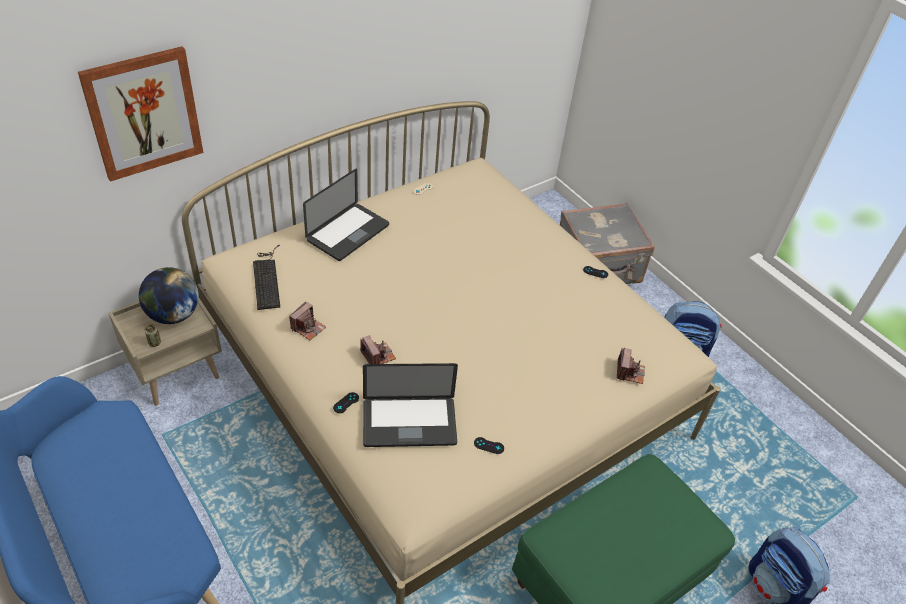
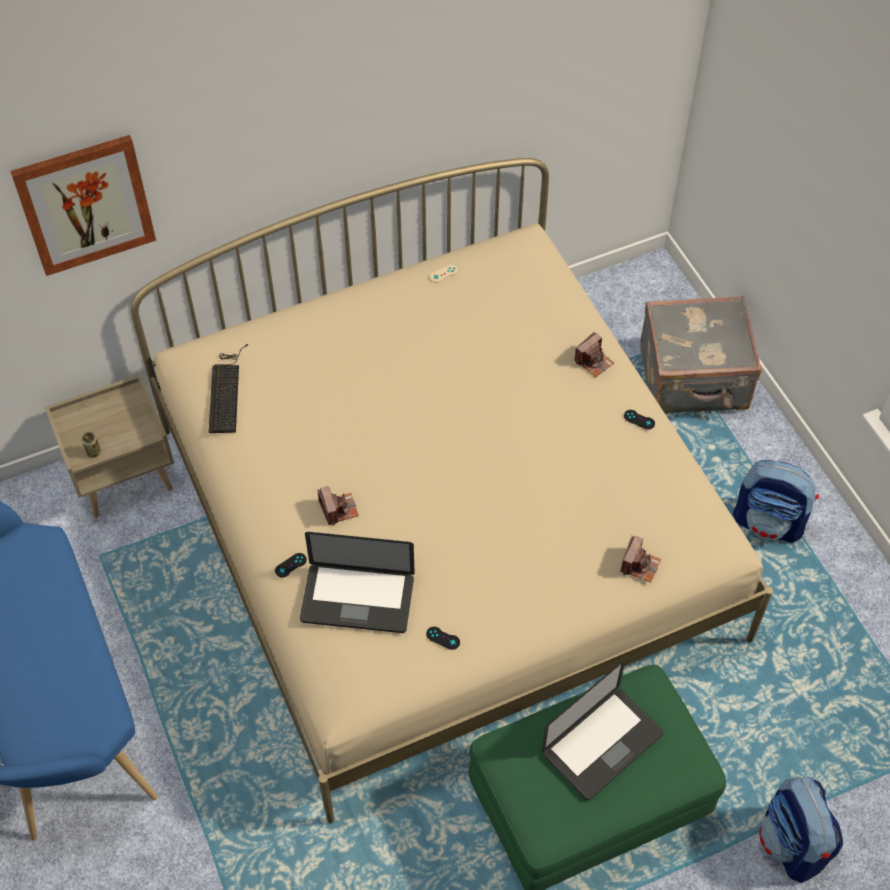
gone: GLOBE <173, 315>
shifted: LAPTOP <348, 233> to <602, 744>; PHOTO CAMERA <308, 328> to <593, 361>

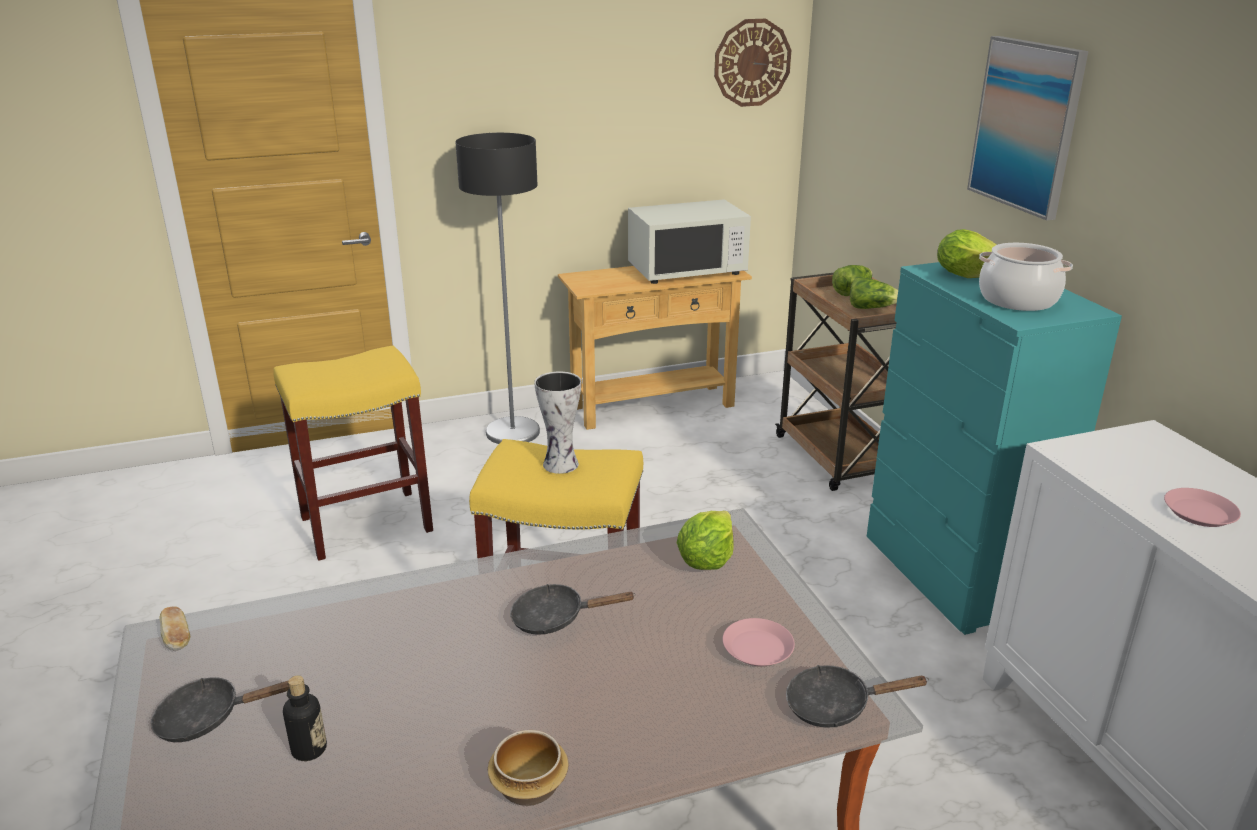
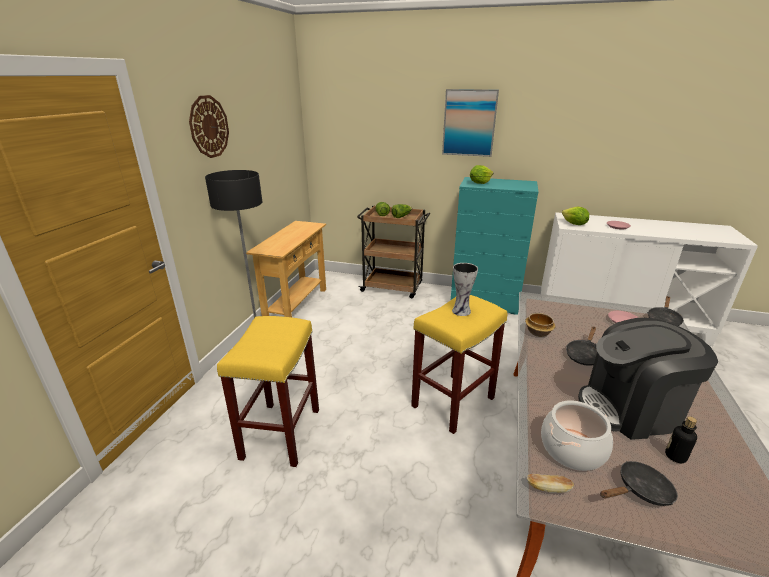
gone: WHITE MICROWAVE <687, 270>
new: COFFEE MACHINE <630, 408>
shifted: WALL CLOCK <752, 63> to <209, 127>; BOWL <531, 787> to <538, 332>; COOKING POT <1018, 300> to <572, 448>; LETTUCE <706, 560> to <574, 224>
rotated: BLACK FRYING PAN <208, 718> = <640, 491> 135 degrees counterclockwise

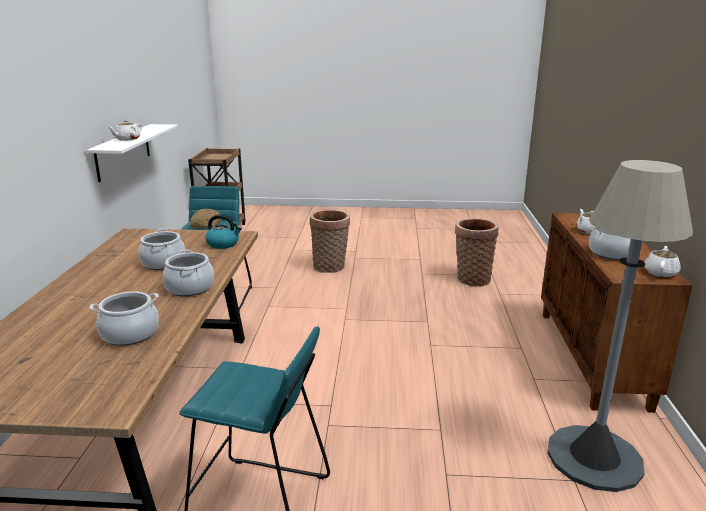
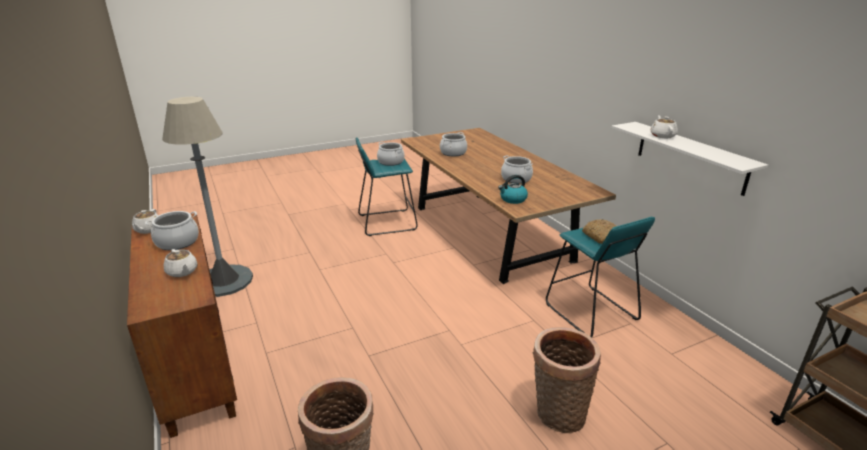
shifted: COOKING POT <190, 288> to <391, 162>

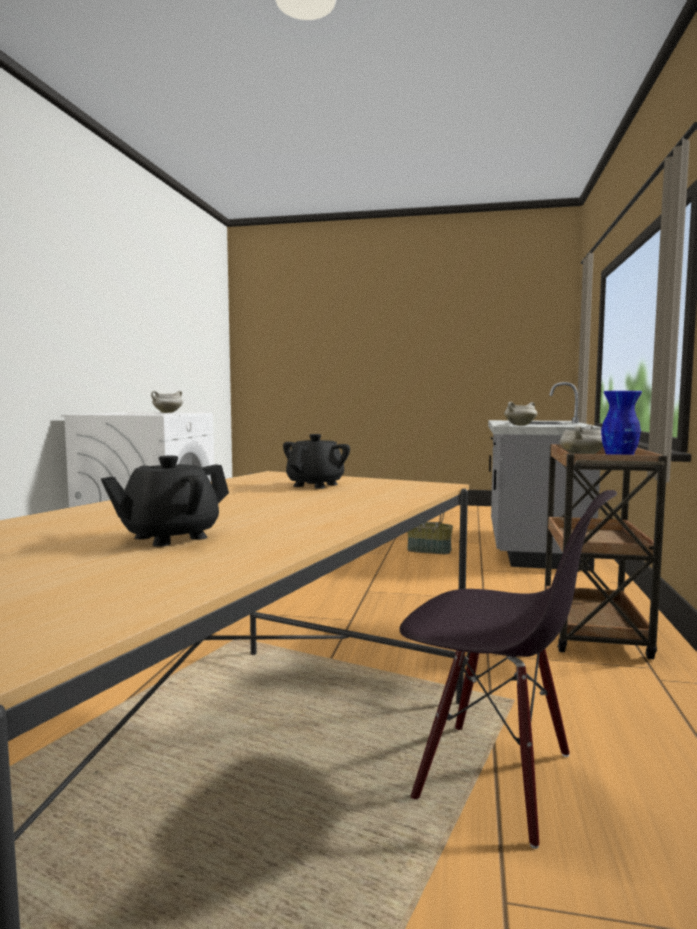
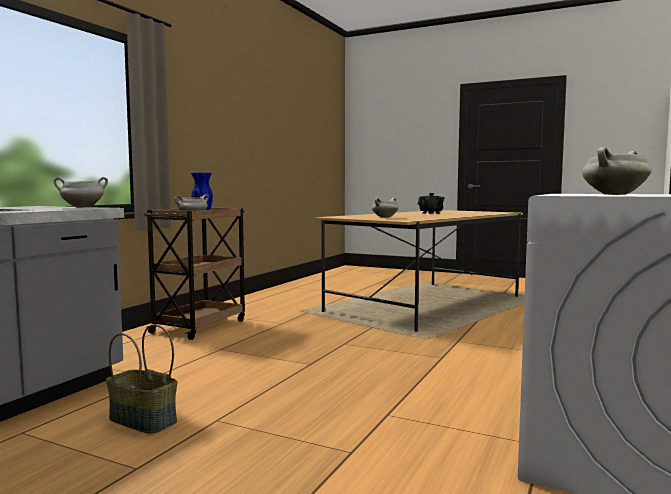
gone: BLACK CHAIR <494, 778>
swapped: BLACK TEAPOT <316, 485> to WHITE COOKING POT <385, 217>

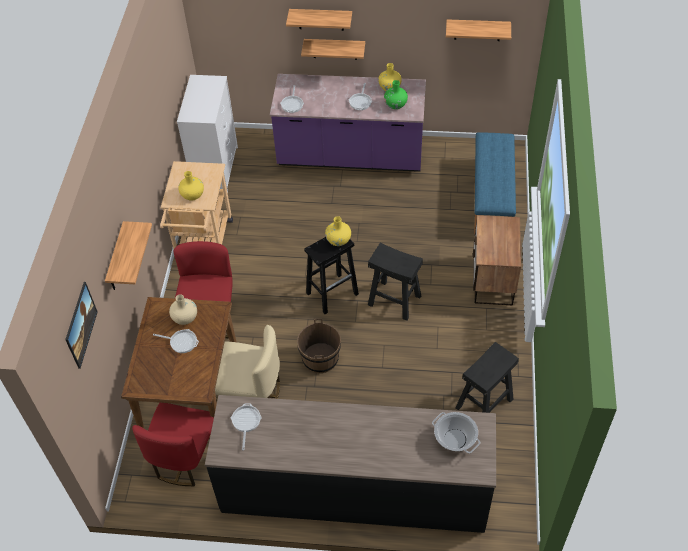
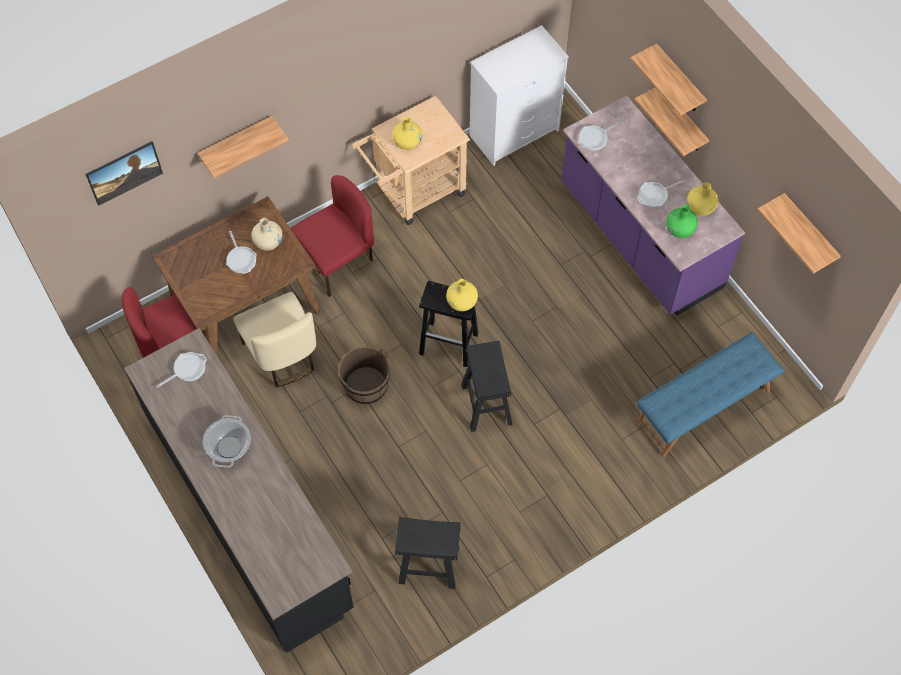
gone: NIGHTSTAND <492, 280>
shifted: COOKING POT <455, 439> to <229, 447>

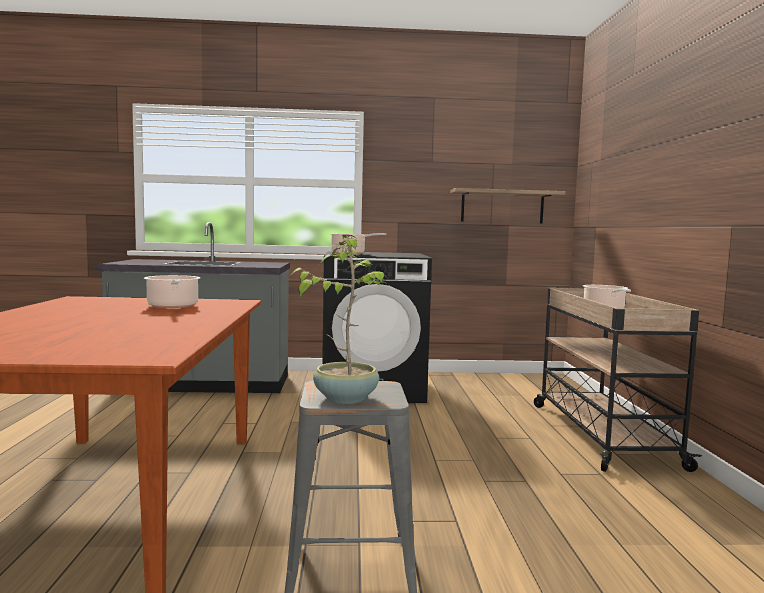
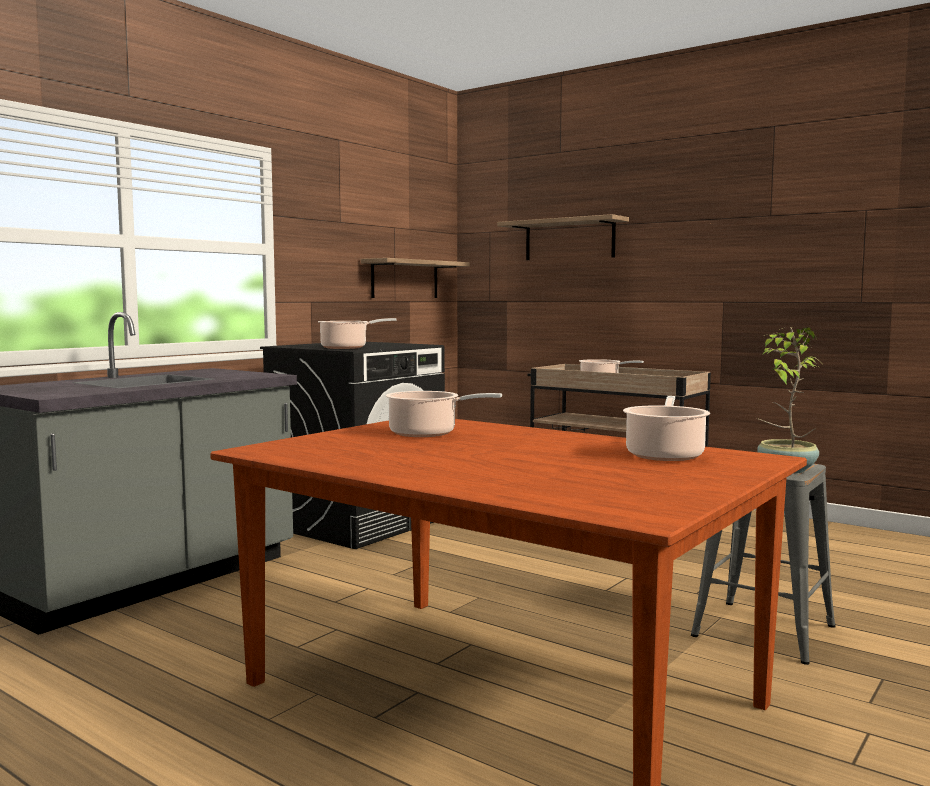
new: SHELF <569, 239>; COOKING POT <665, 454>

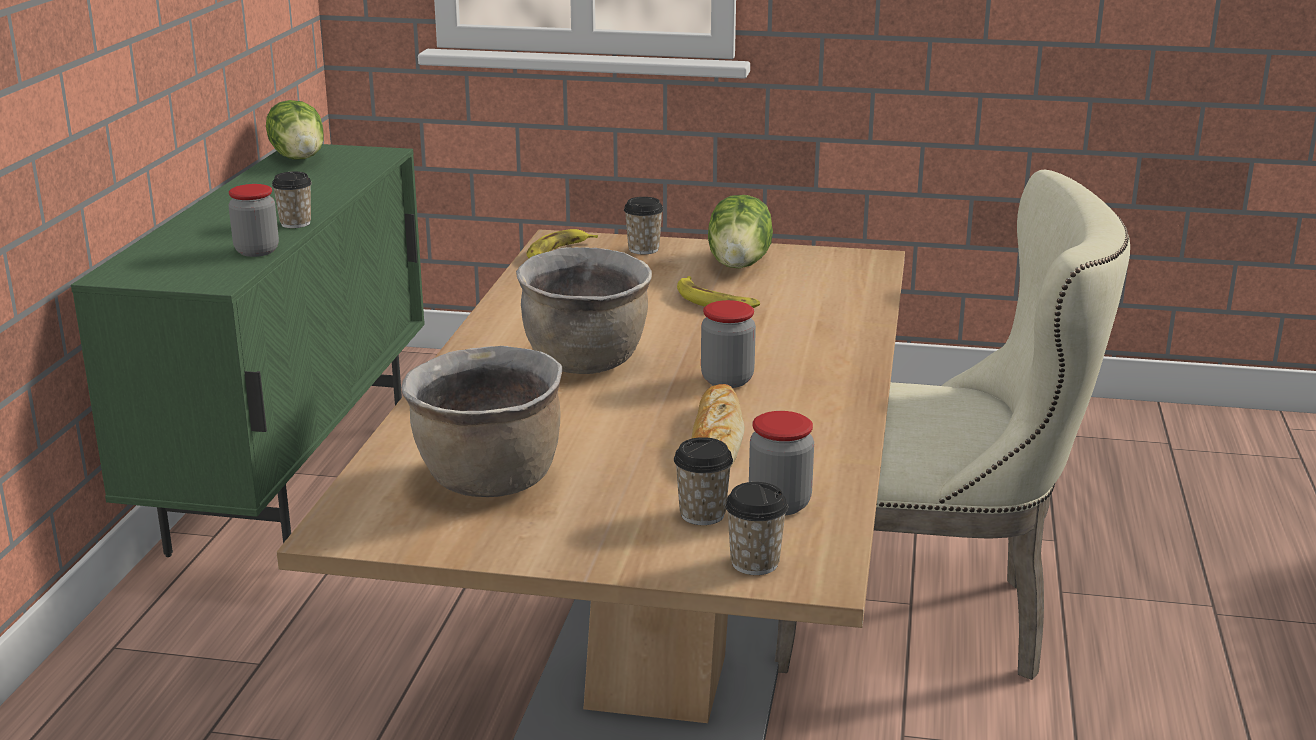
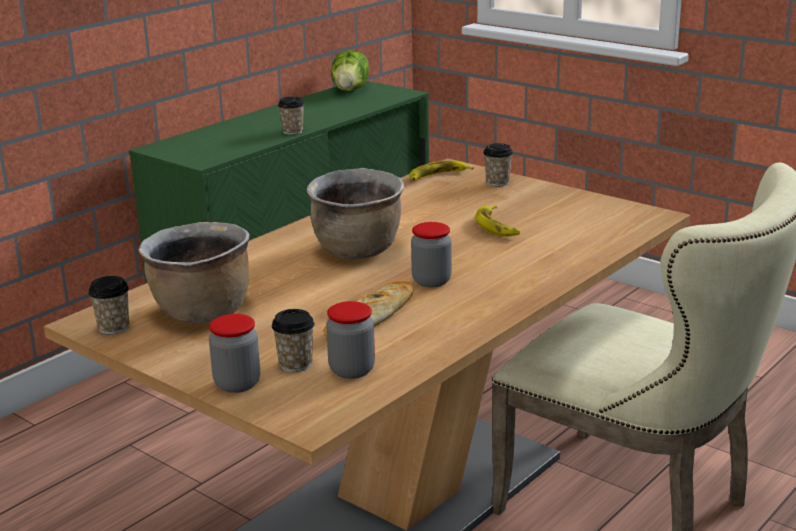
gone: LETTUCE <740, 264>
shifted: CUP <754, 563> to <113, 327>; JAR <257, 251> to <237, 384>

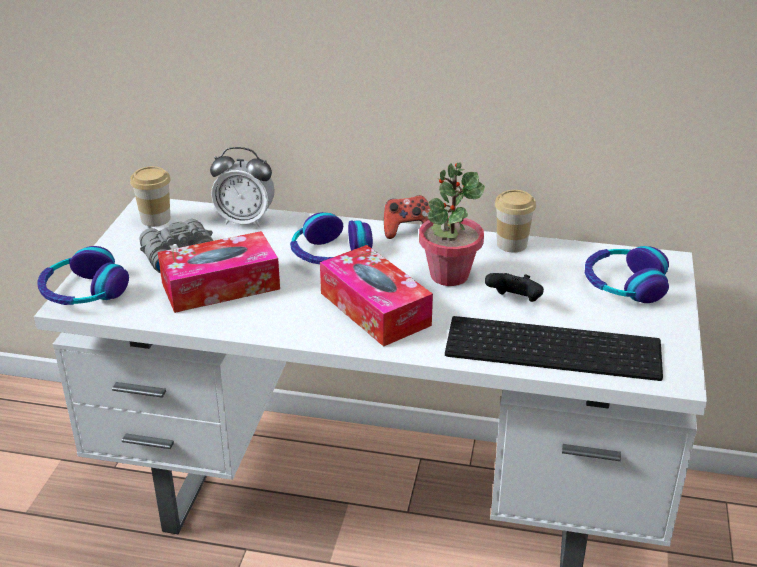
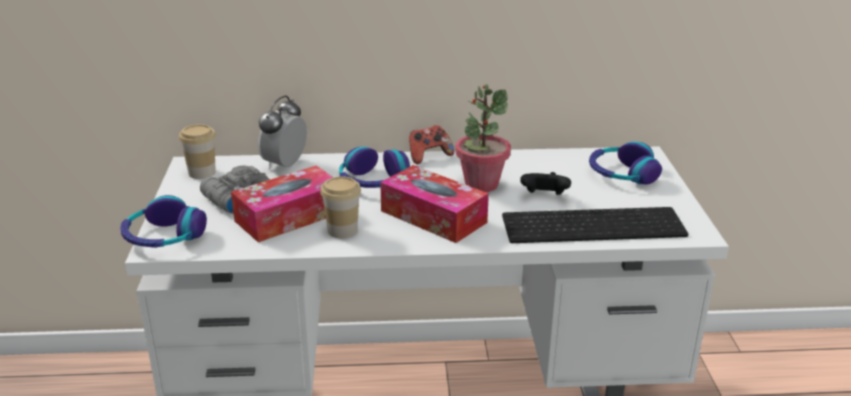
shifted: CUP <511, 244> to <342, 230>
rotated: ALARM CLOCK <245, 221> = <285, 165> 120 degrees clockwise

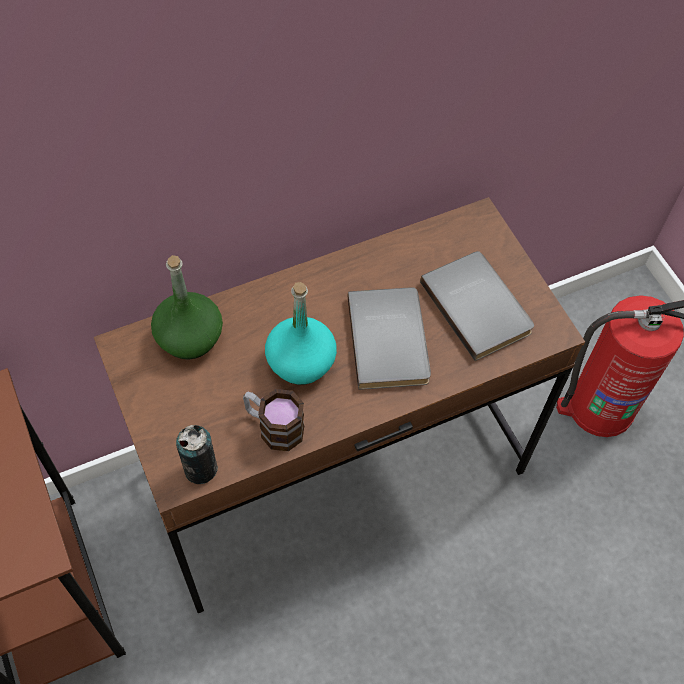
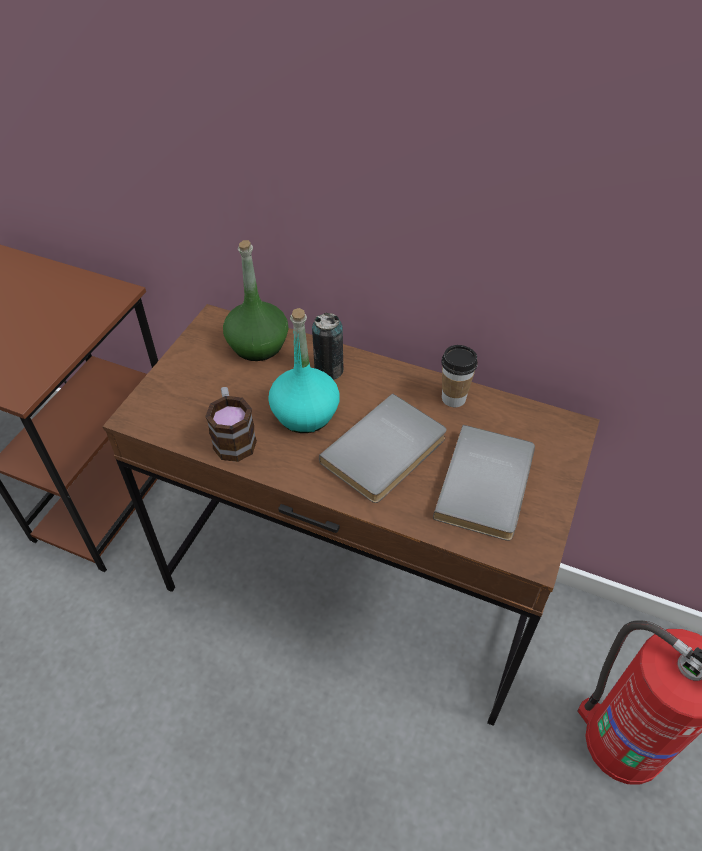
new: CUP <453, 398>
shifted: CAN <200, 469> to <328, 370>

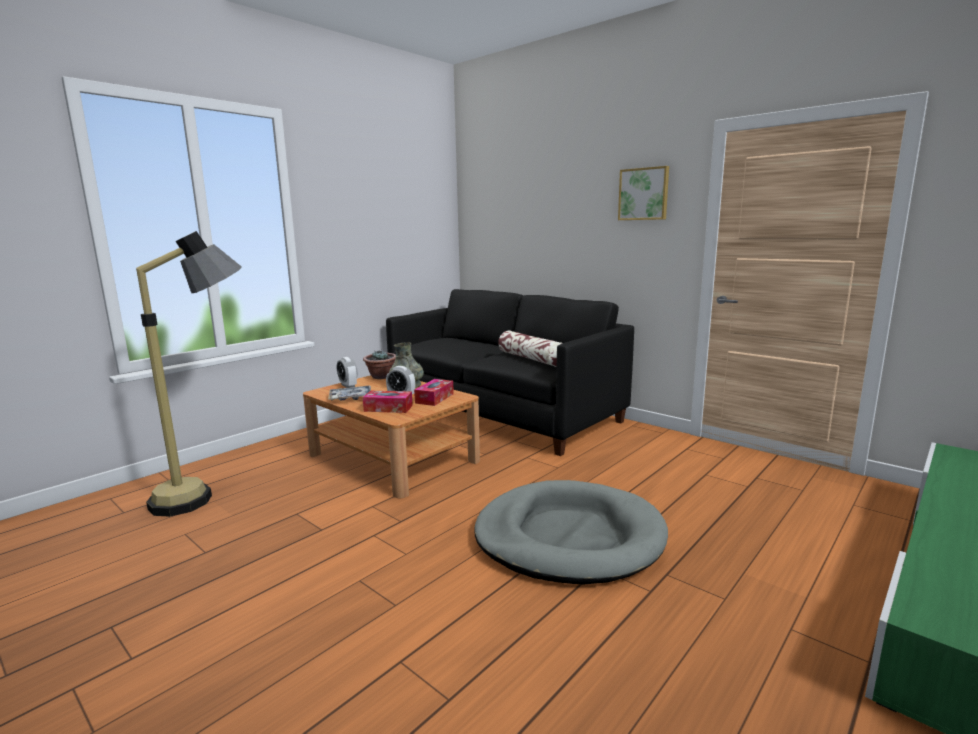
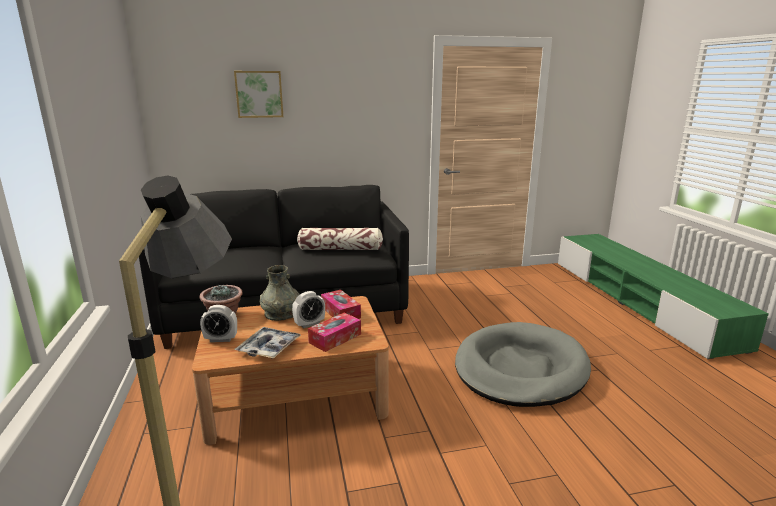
shifted: PICTURE <644, 194> to <259, 94>

